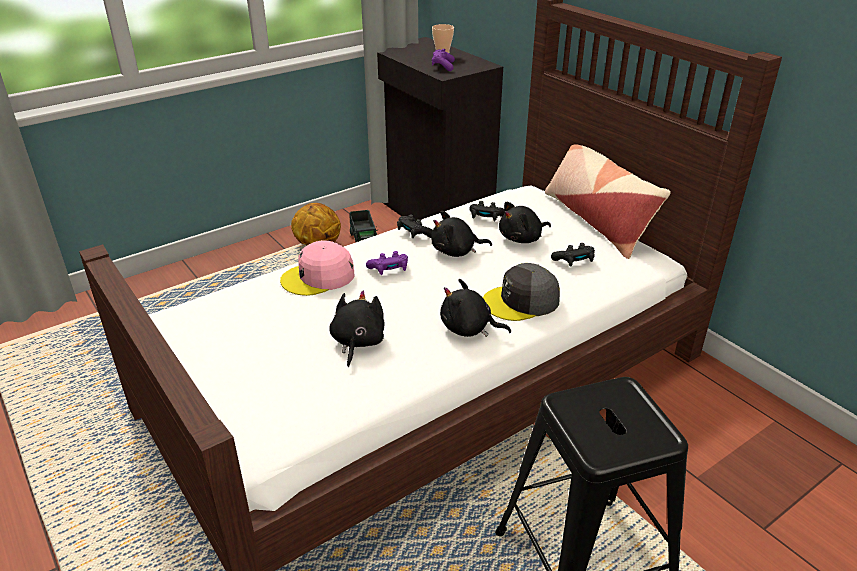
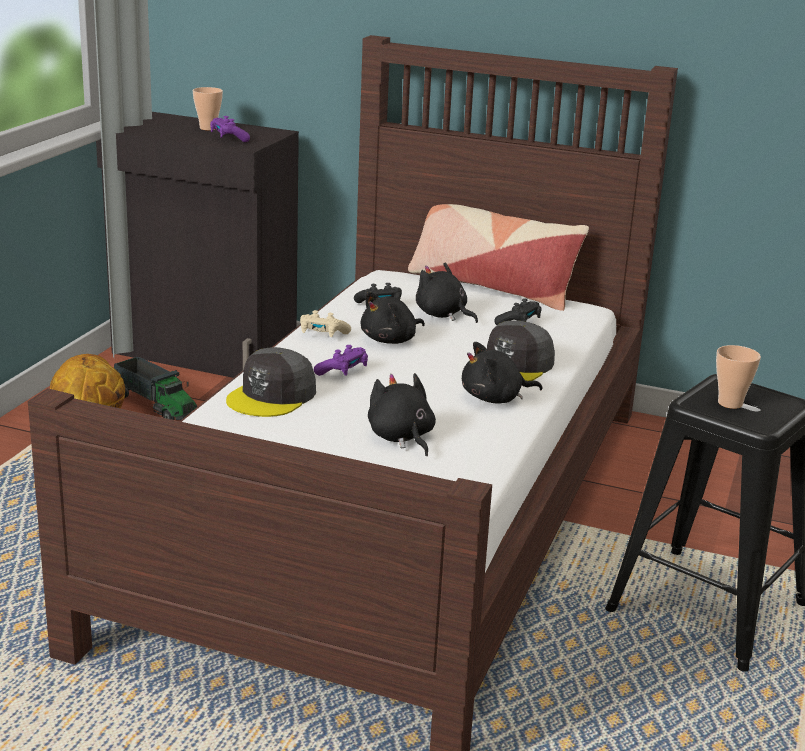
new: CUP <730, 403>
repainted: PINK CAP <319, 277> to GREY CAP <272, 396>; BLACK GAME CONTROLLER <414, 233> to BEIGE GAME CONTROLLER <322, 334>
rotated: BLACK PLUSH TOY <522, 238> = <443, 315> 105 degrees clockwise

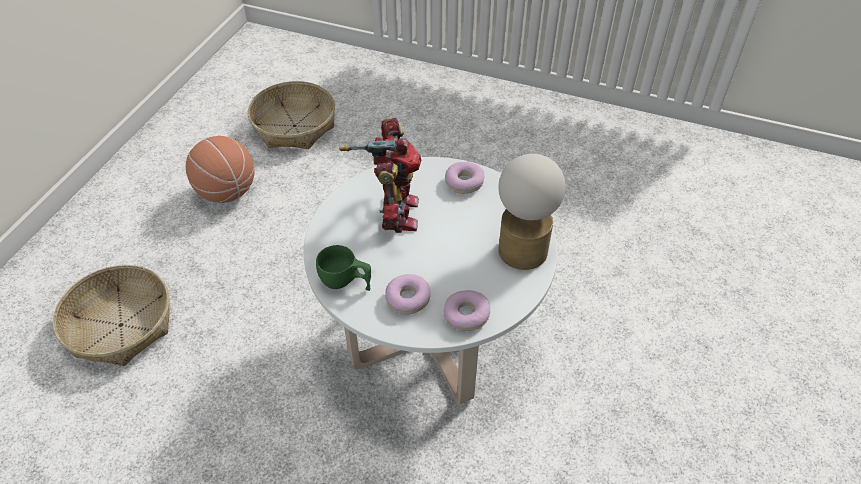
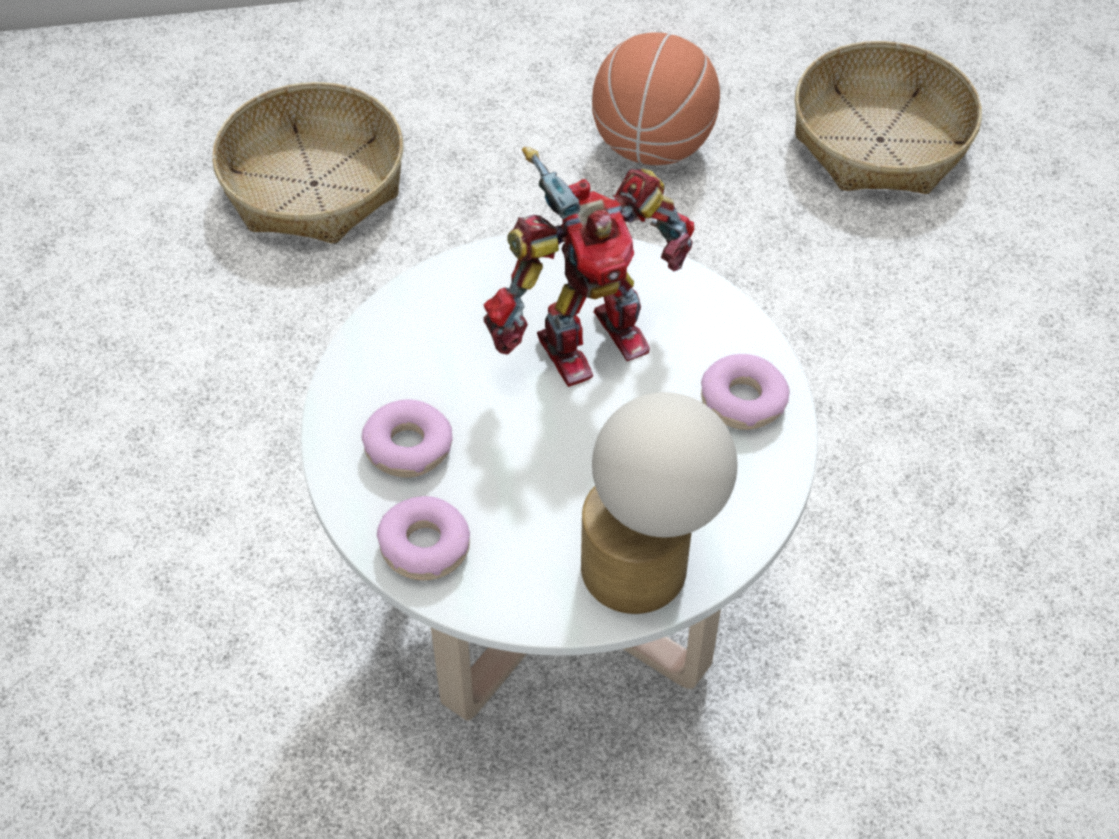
gone: GREEN CUP <345, 282>

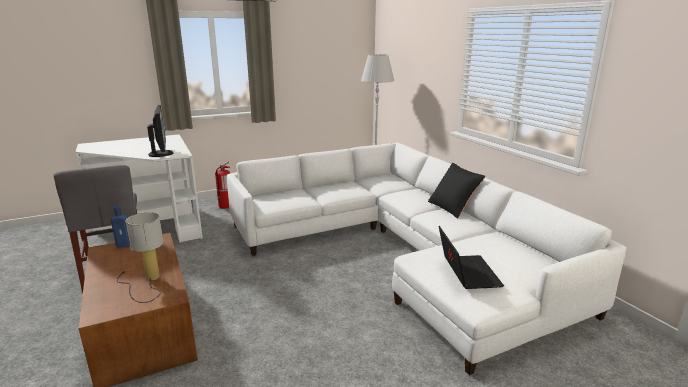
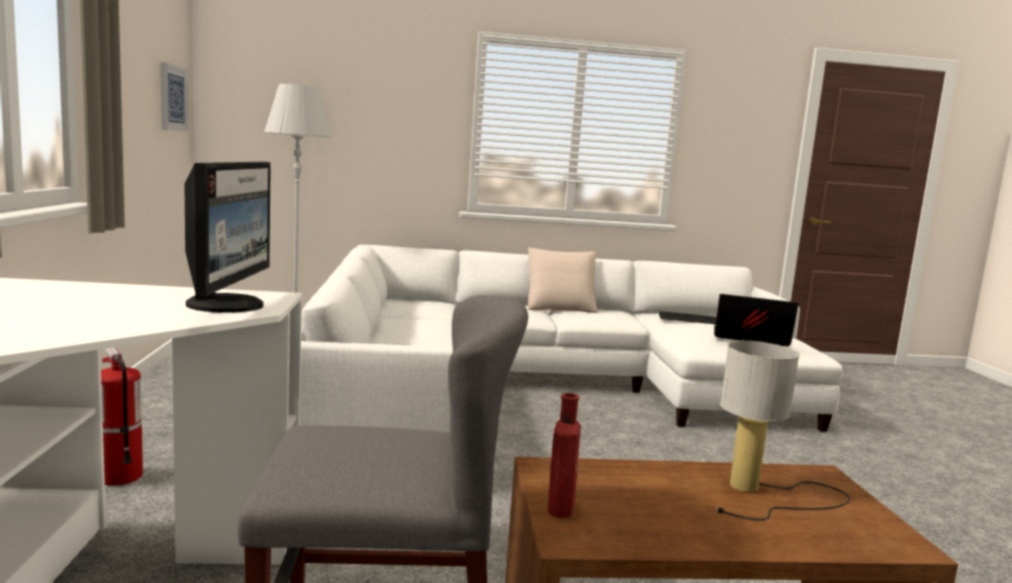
new: PICTURE <172, 98>; KEYBOARD <689, 319>
repainted: BLACK PILLOW <453, 207> to BEIGE PILLOW <560, 307>; BLUE BOTTLE <125, 245> to RED BOTTLE <561, 506>
rotated: MONITOR <162, 154> = <228, 305> 90 degrees clockwise

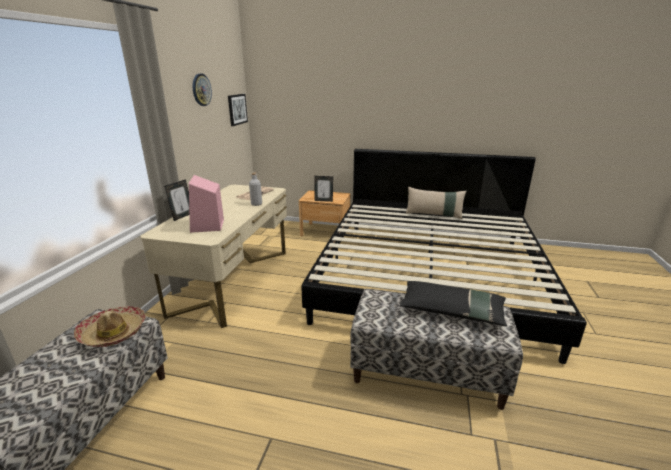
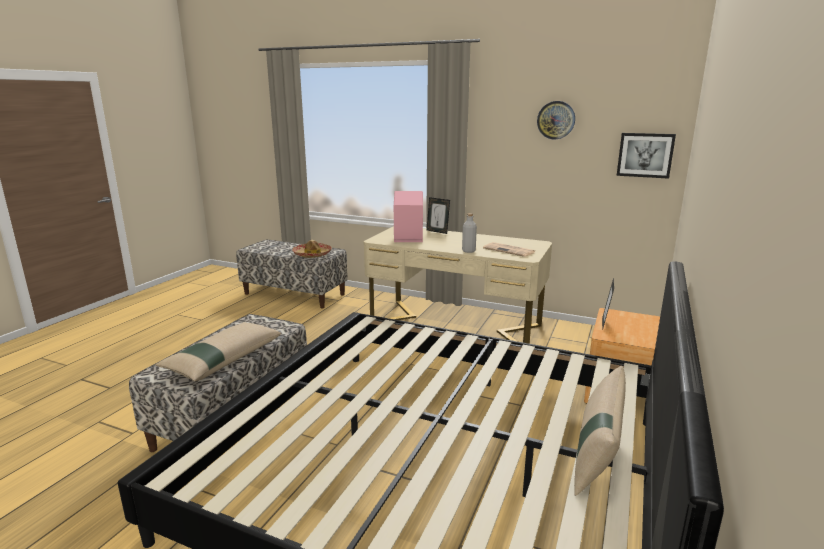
repainted: BLACK PILLOW <452, 311> to BEIGE PILLOW <223, 359>

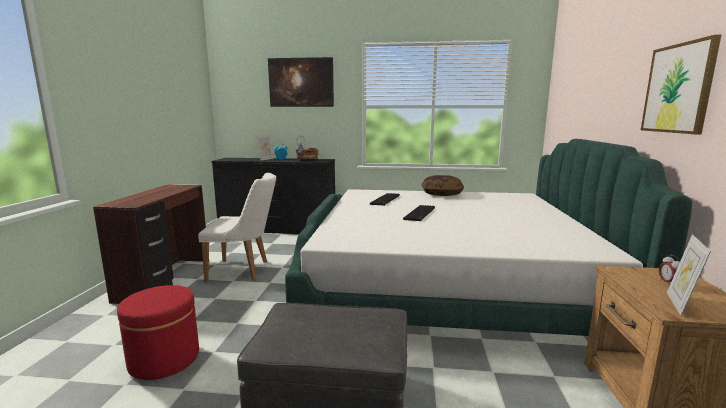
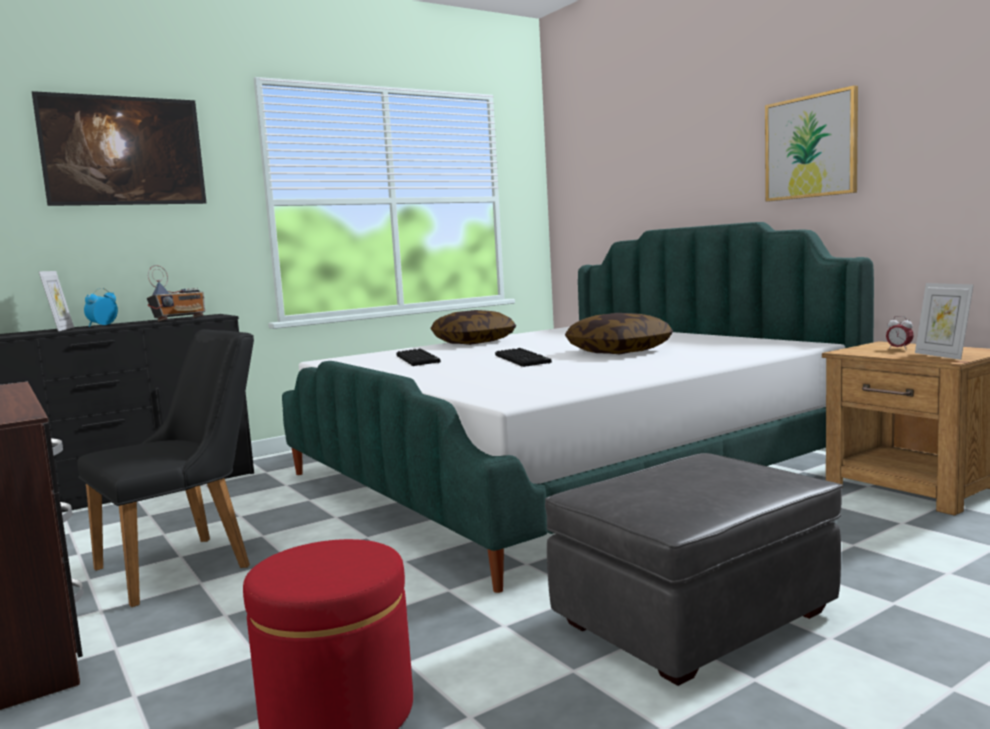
new: PILLOW <619, 351>
repainted: WHITE CHAIR <244, 270> to BLACK CHAIR <188, 563>

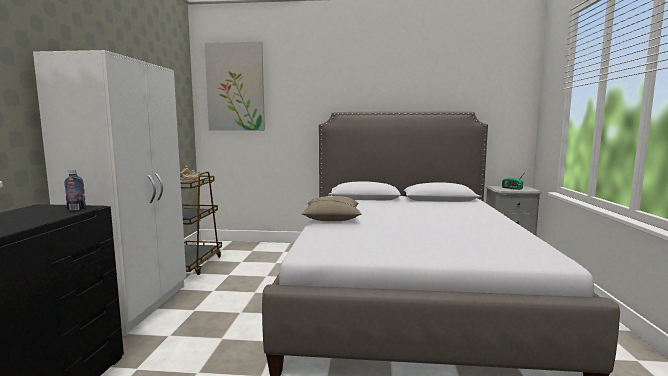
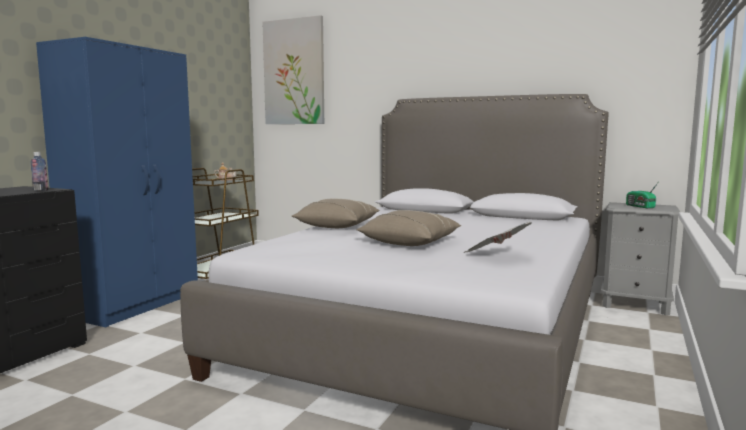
new: BEIGE PILLOW <410, 242>; NEWSPAPER <496, 256>
repainted: WHITE WARDROBE <134, 306> to BLUE WARDROBE <136, 304>

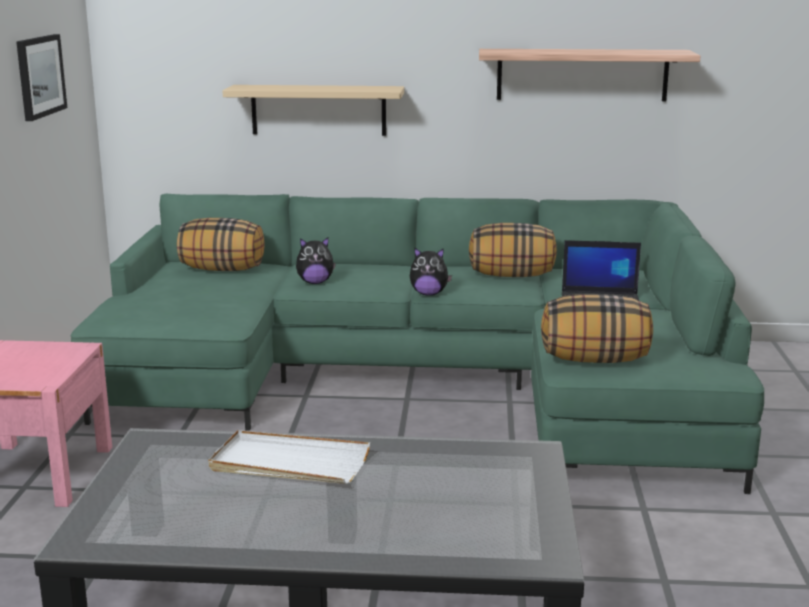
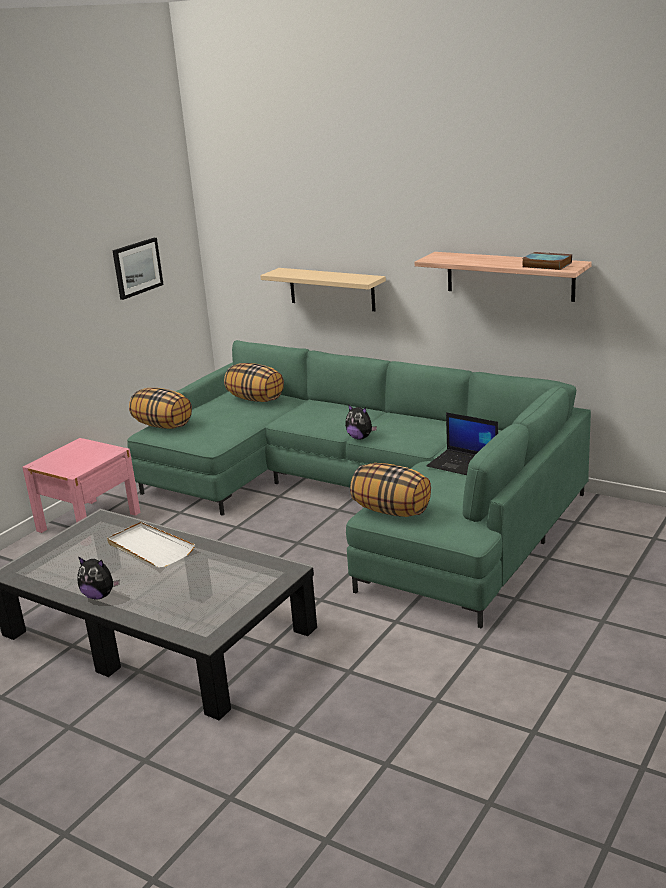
new: BOOK <545, 265>
shifted: PLUSH TOY <315, 282> to <99, 596>; PILLOW <512, 275> to <163, 425>

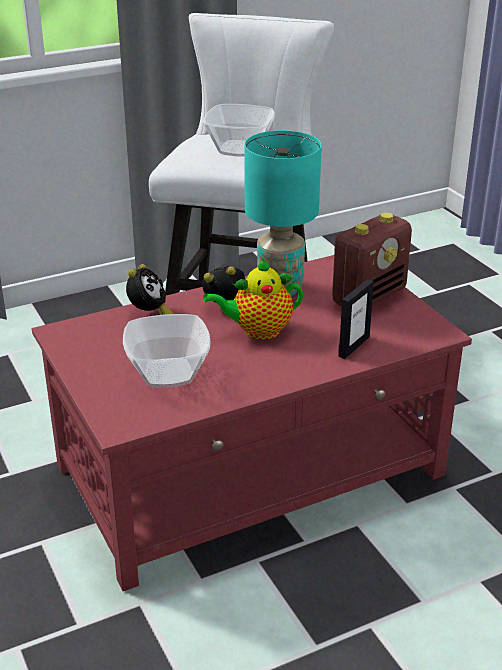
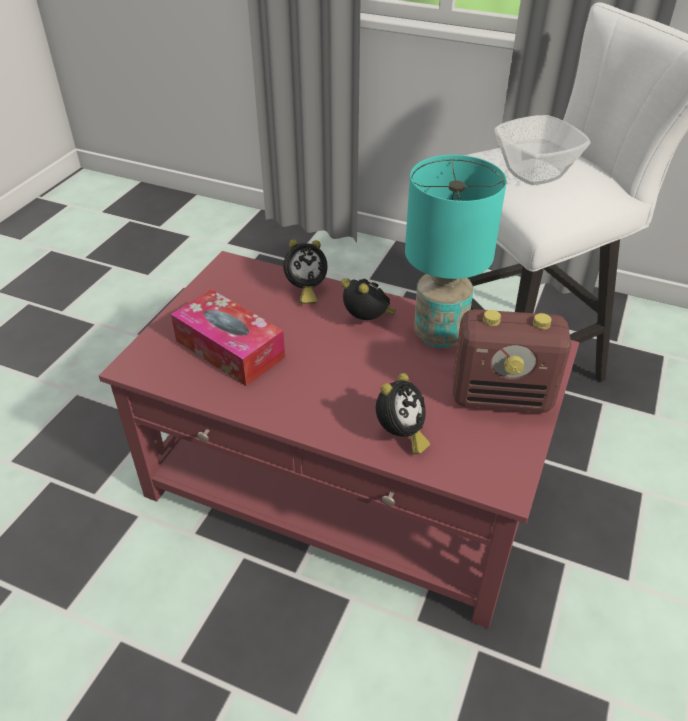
gone: TEAPOT <258, 331>
swapped: BOWL <167, 374> to TISSUE BOX <230, 349>; PICTURE FRAME <353, 346> to ALARM CLOCK <400, 435>

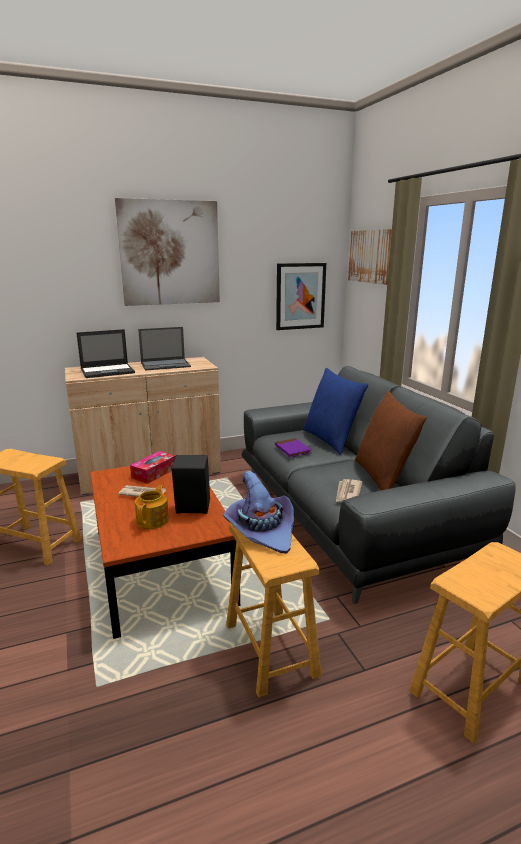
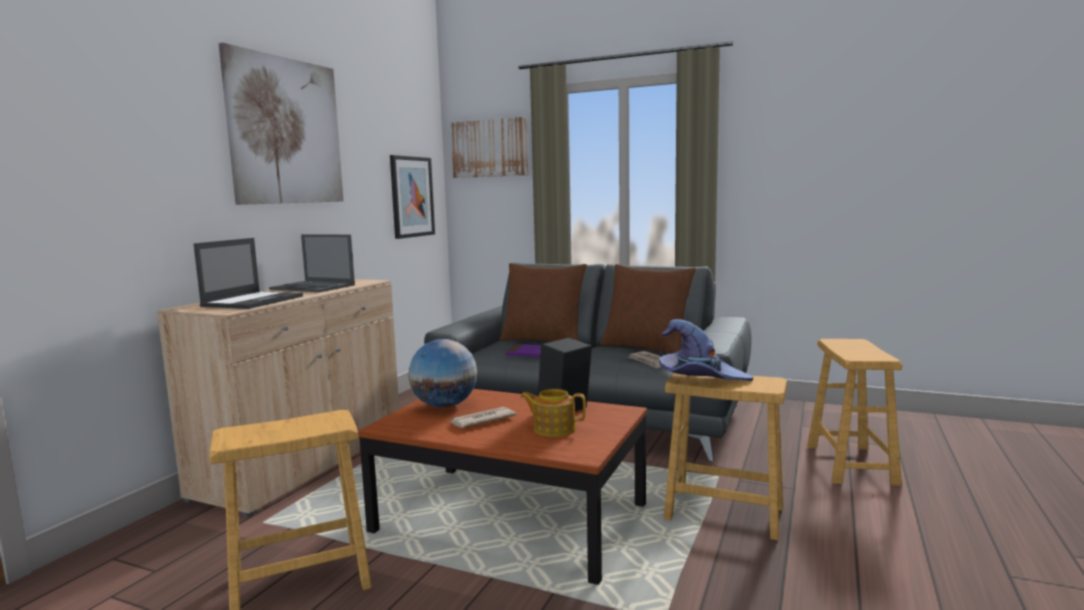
swapped: TISSUE BOX <154, 473> to GLOBE <444, 405>
repainted: BLUE PILLOW <331, 440> to BROWN PILLOW <543, 340>
rotated: LAPTOP <166, 365> = <313, 287> 90 degrees clockwise; TEAPOT <153, 520> = <553, 429> 45 degrees counterclockwise

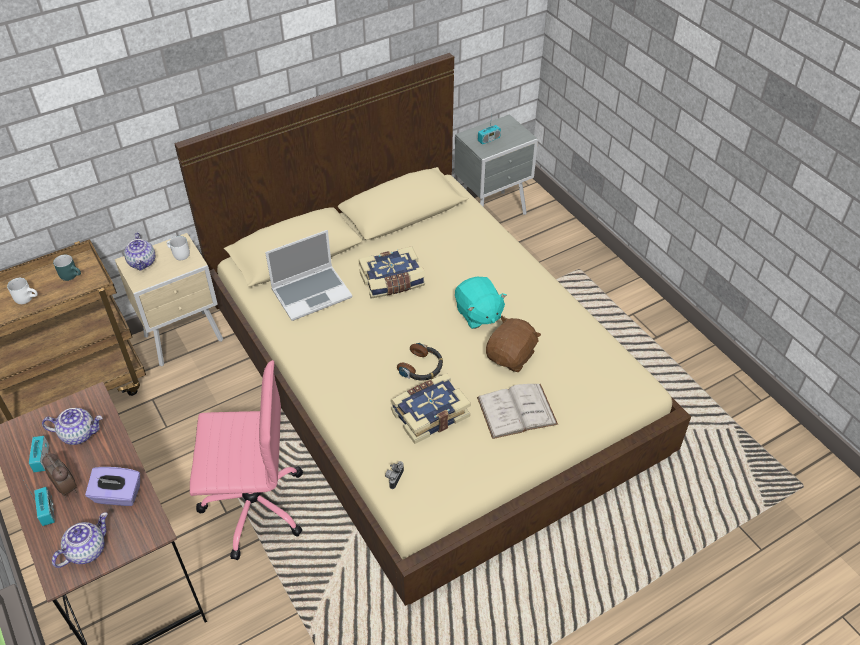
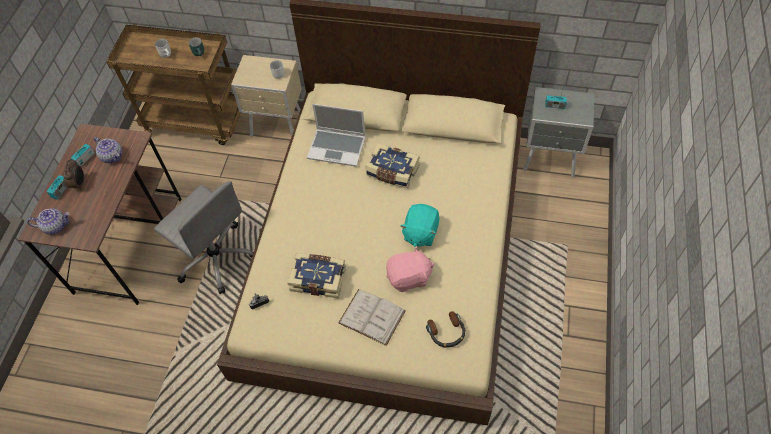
gone: PURPLE TISSUE BOX <117, 495>; TEAPOT <143, 262>
shifted: HEADPHONES <422, 367> to <446, 333>
repainted: PINK OFFICE CHAIR <252, 506> to GREY OFFICE CHAIR <216, 257>; BROWN PLUSH TOY <511, 356> to PINK PLUSH TOY <409, 277>

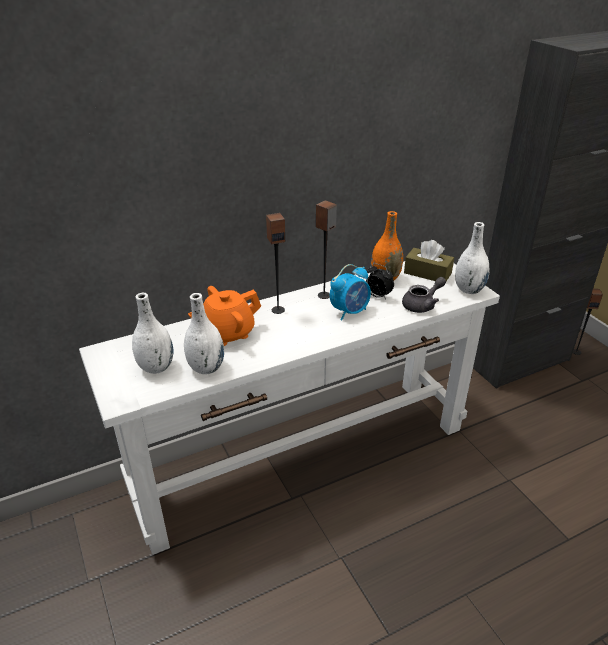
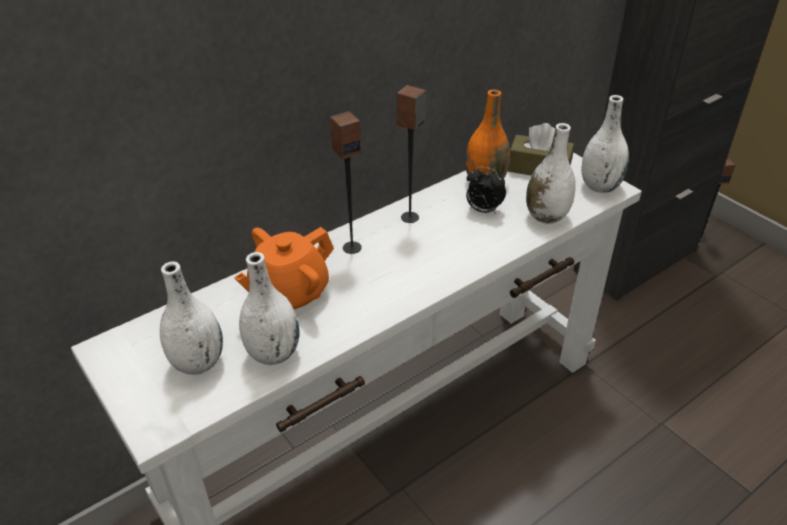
gone: ALARM CLOCK <350, 311>
swapped: GREY TEAPOT <422, 305> to WHITE VASE <546, 216>

